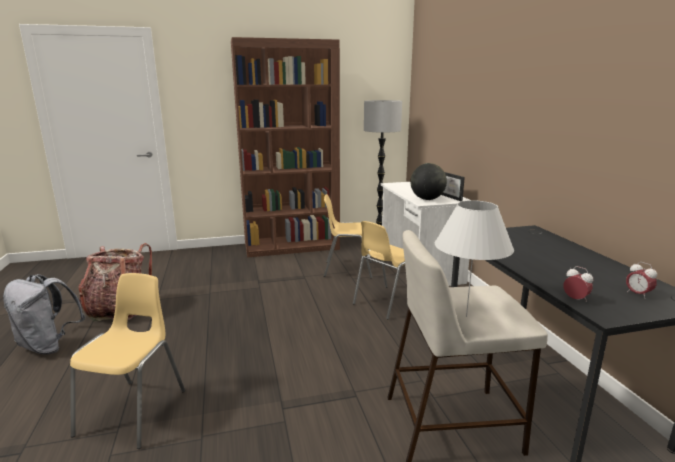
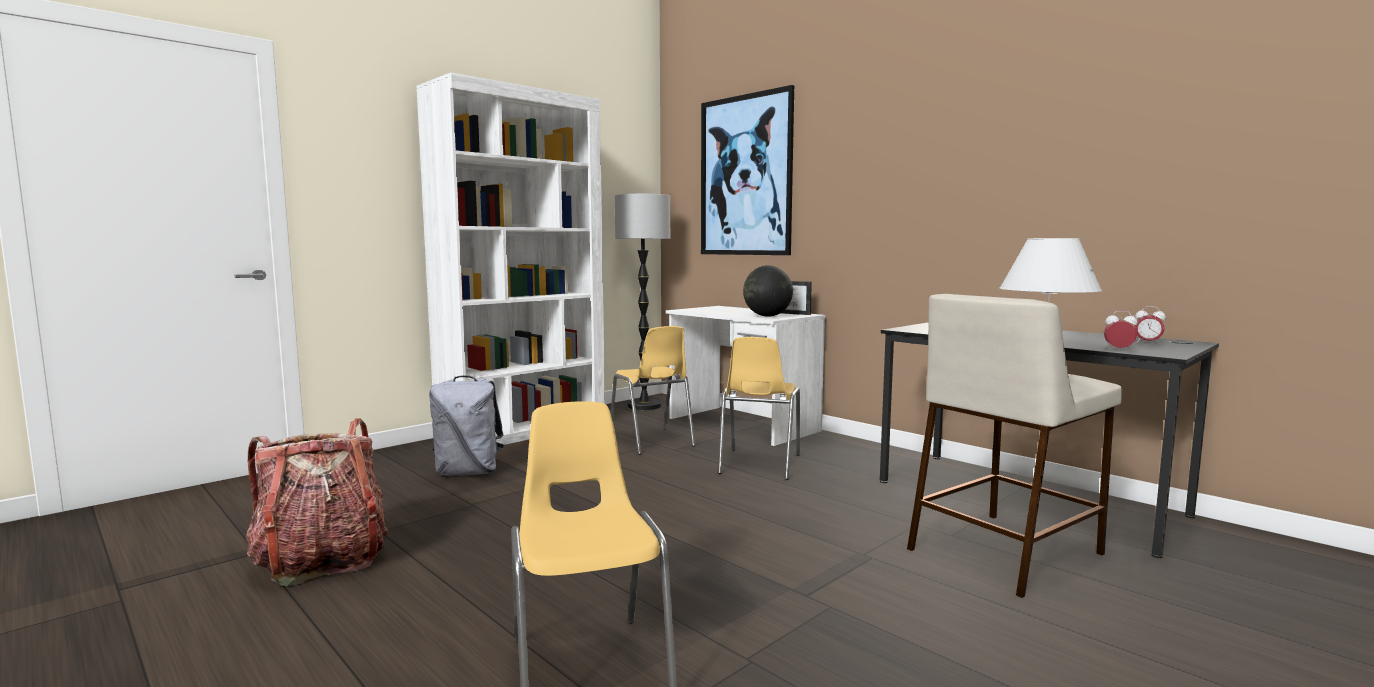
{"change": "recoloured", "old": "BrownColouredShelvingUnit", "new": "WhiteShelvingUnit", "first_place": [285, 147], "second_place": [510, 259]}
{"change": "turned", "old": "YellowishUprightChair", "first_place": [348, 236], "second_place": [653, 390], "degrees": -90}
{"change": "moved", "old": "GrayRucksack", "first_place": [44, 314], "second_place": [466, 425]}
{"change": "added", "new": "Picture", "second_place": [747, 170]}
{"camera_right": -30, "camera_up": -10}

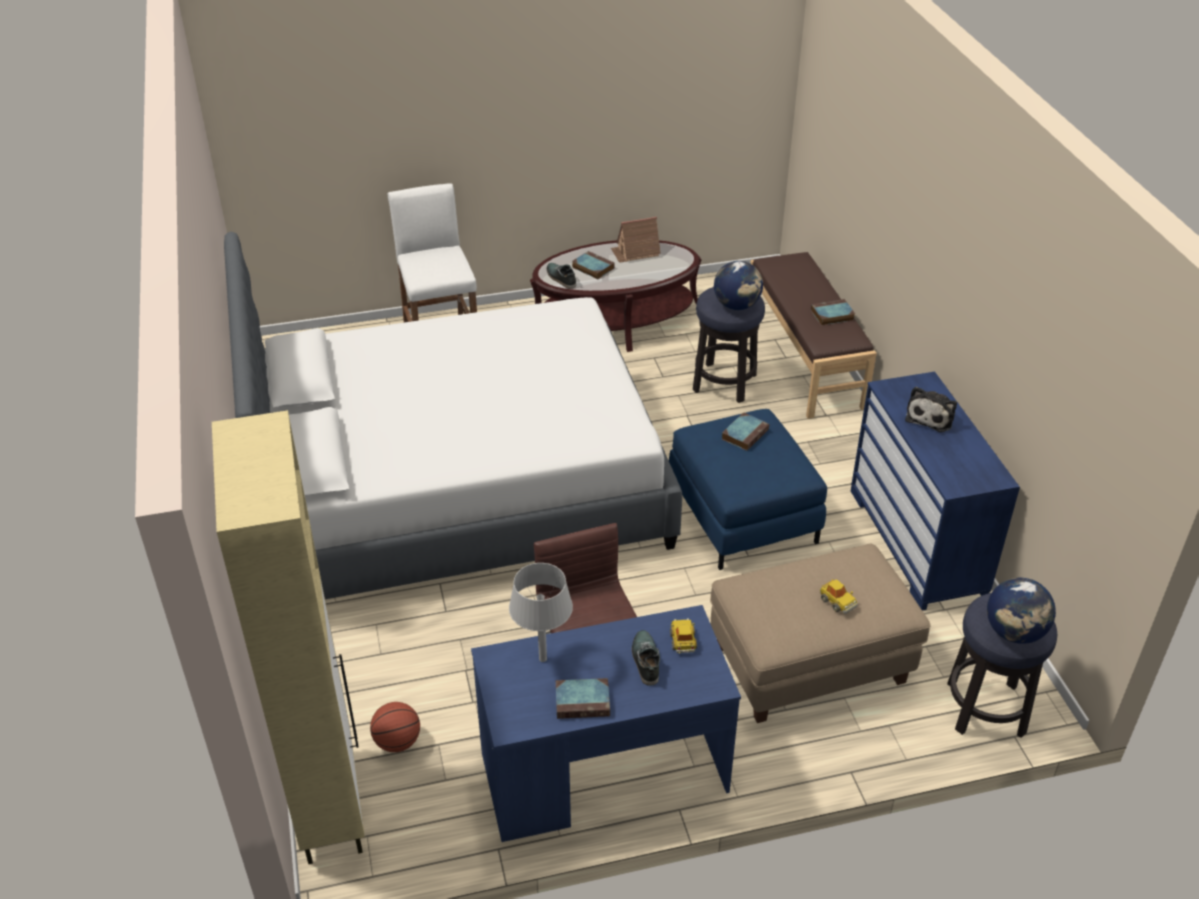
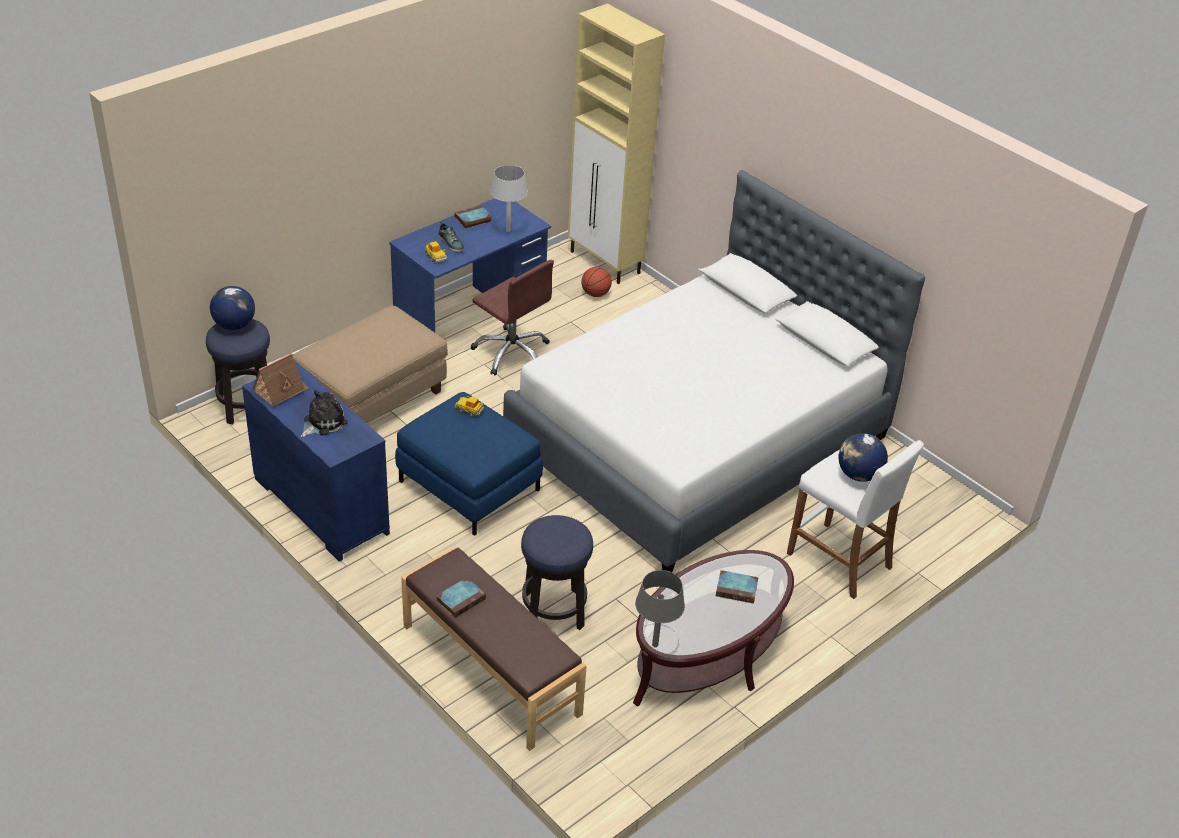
{"change": "moved", "old": "MiniatureHouse", "first_place": [636, 240], "second_place": [281, 380]}
{"change": "moved", "old": "WorldGlobe", "first_place": [738, 285], "second_place": [863, 457]}
{"change": "removed", "old": "ItemOfFootwear", "first_place": [561, 276]}
{"change": "turned", "old": "PlushToy", "first_place": [931, 409], "second_place": [324, 413], "degrees": 45}
{"change": "removed", "old": "BoundBook", "first_place": [745, 431]}
{"change": "moved", "old": "MiniatureCar", "first_place": [839, 596], "second_place": [469, 406]}
{"change": "added", "new": "GrayTableLamp", "second_place": [660, 608]}
{"camera_right": 150, "camera_up": 0}

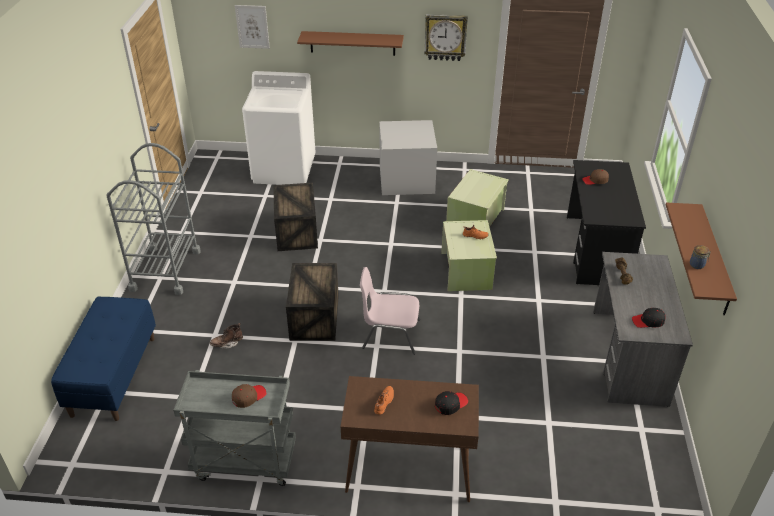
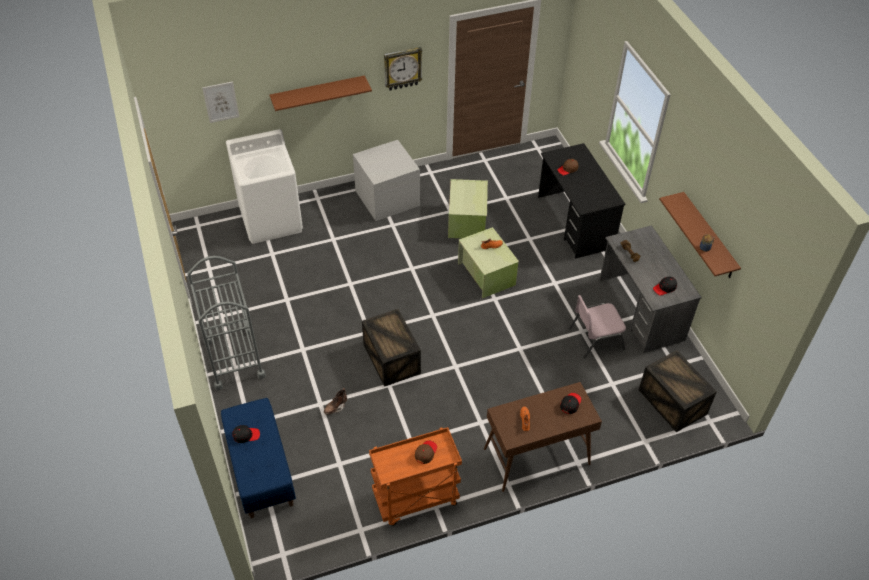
{"change": "moved", "old": "Crate", "first_place": [295, 217], "second_place": [678, 391]}
{"change": "moved", "old": "PinkUprightChair", "first_place": [390, 311], "second_place": [597, 326]}
{"change": "recoloured", "old": "GrayTrolley", "new": "OrangeTrolley", "first_place": [234, 428], "second_place": [415, 476]}
{"change": "added", "new": "BlackColouredPeakedCap", "second_place": [246, 434]}
{"camera_right": -25, "camera_up": 10}

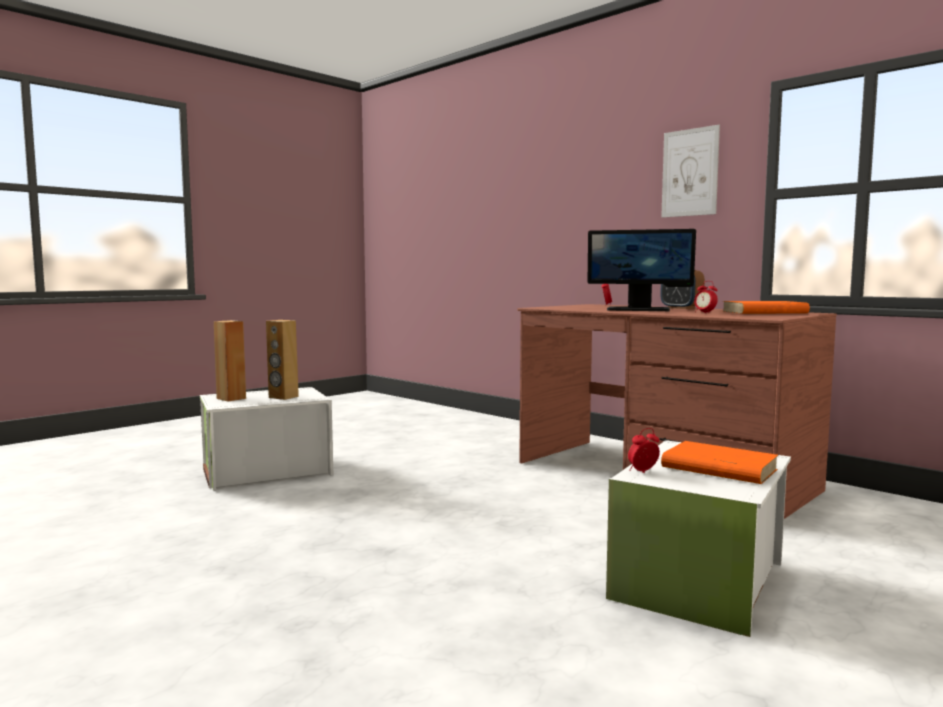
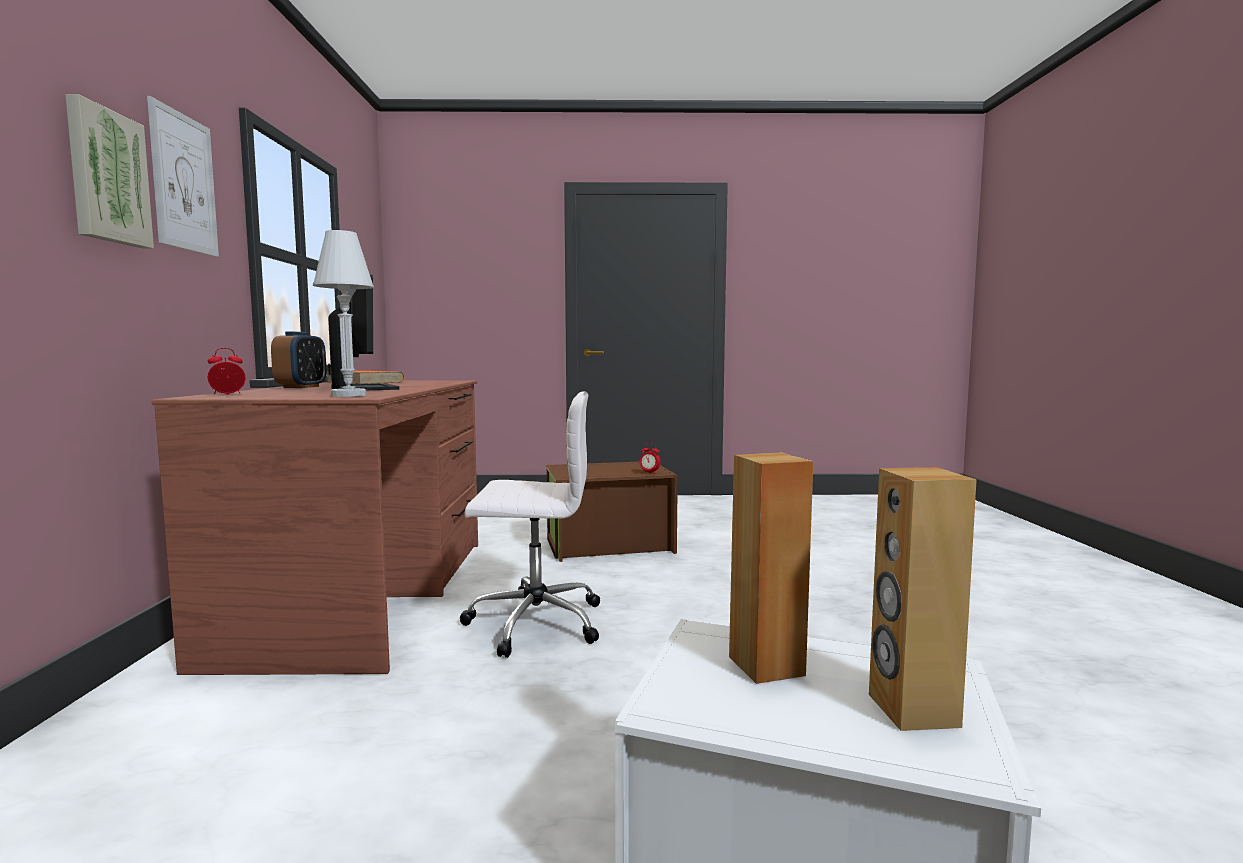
{"change": "removed", "old": "TableClock", "first_place": [706, 297]}
{"change": "recoloured", "old": "WhiteStorageContainer", "new": "BrownColouredStorageContainer", "first_place": [698, 538], "second_place": [612, 512]}
{"change": "removed", "old": "OrangeBoundBook", "first_place": [719, 462]}
{"change": "added", "new": "Picture", "second_place": [109, 171]}
{"change": "added", "new": "WhiteTableLamp", "second_place": [343, 313]}
{"change": "added", "new": "WhiteComputerChair", "second_place": [530, 524]}
{"camera_right": -135, "camera_up": 0}

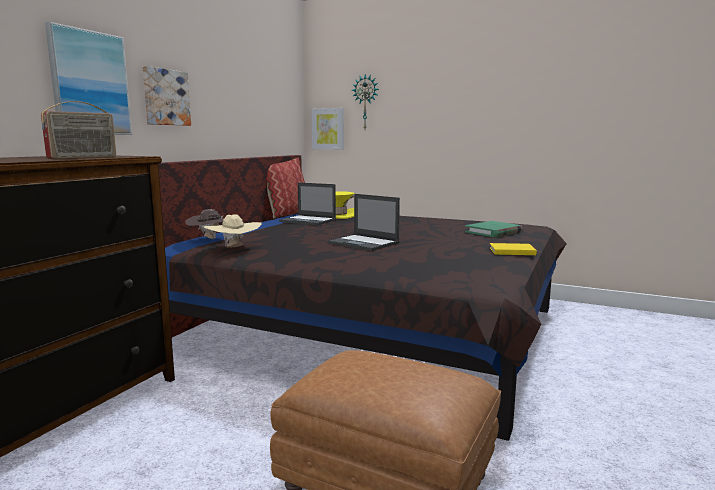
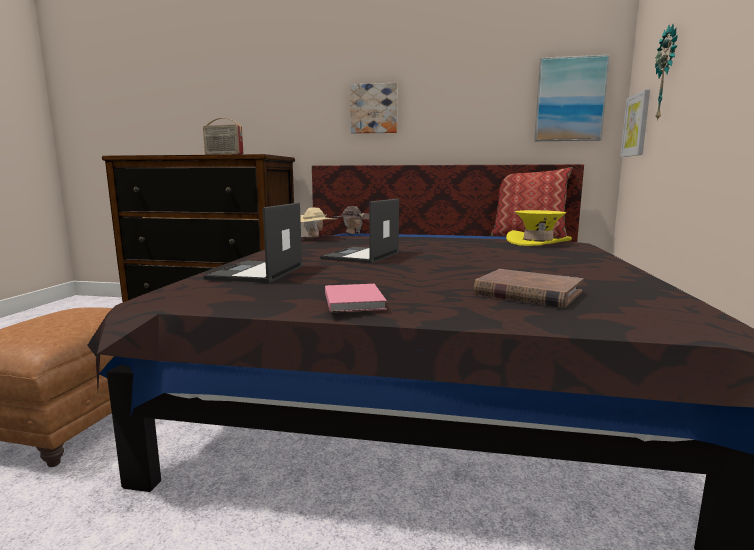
{"change": "moved", "old": "Picture", "first_place": [88, 78], "second_place": [572, 98]}
{"change": "moved", "old": "PortableComputer", "first_place": [307, 204], "second_place": [253, 242]}
{"change": "recoloured", "old": "GreenColouredBoundBook", "new": "BrownColouredBoundBook", "first_place": [493, 229], "second_place": [528, 288]}
{"change": "recoloured", "old": "YellowishBoundBook", "new": "PinkBoundBook", "first_place": [513, 249], "second_place": [356, 298]}
{"camera_right": 75, "camera_up": 0}

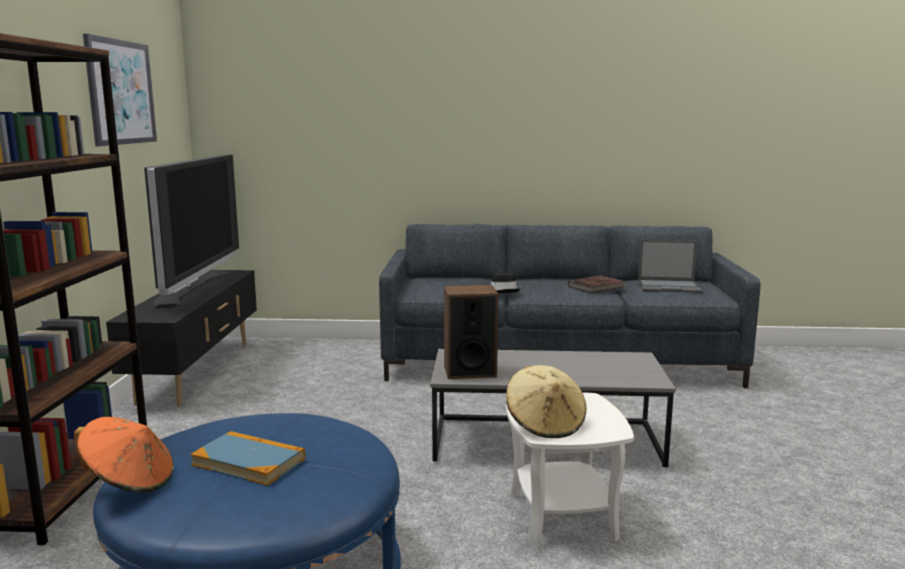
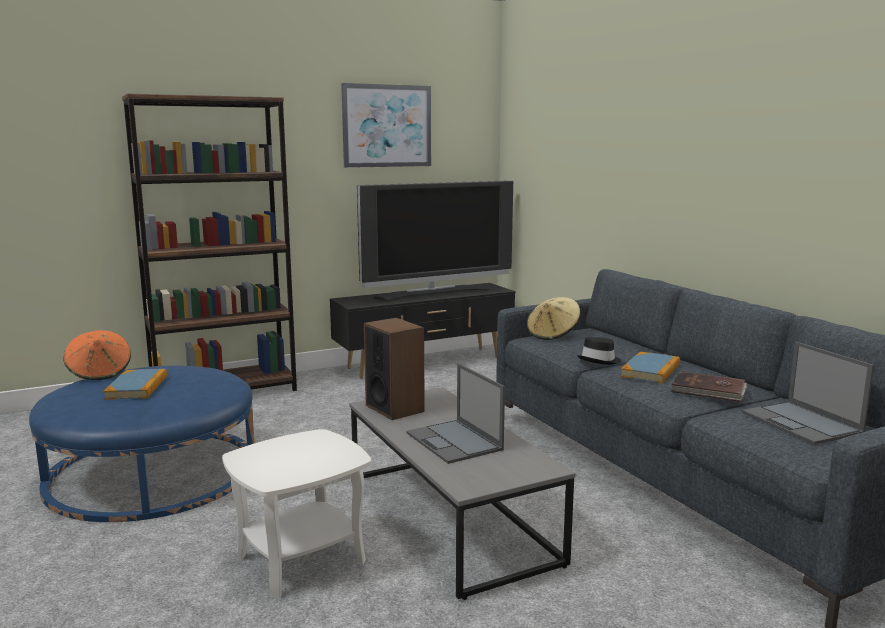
{"change": "moved", "old": "BeigeColouredWearableHat", "first_place": [546, 401], "second_place": [554, 318]}
{"change": "added", "new": "BoundBook", "second_place": [650, 368]}
{"change": "added", "new": "PortableComputer", "second_place": [455, 413]}
{"camera_right": 60, "camera_up": 0}

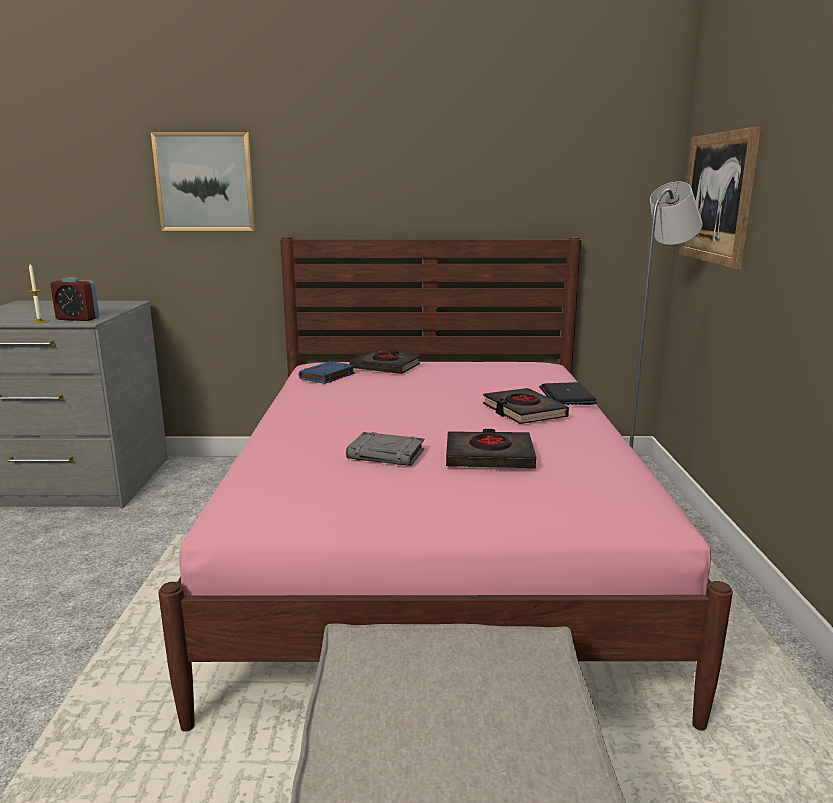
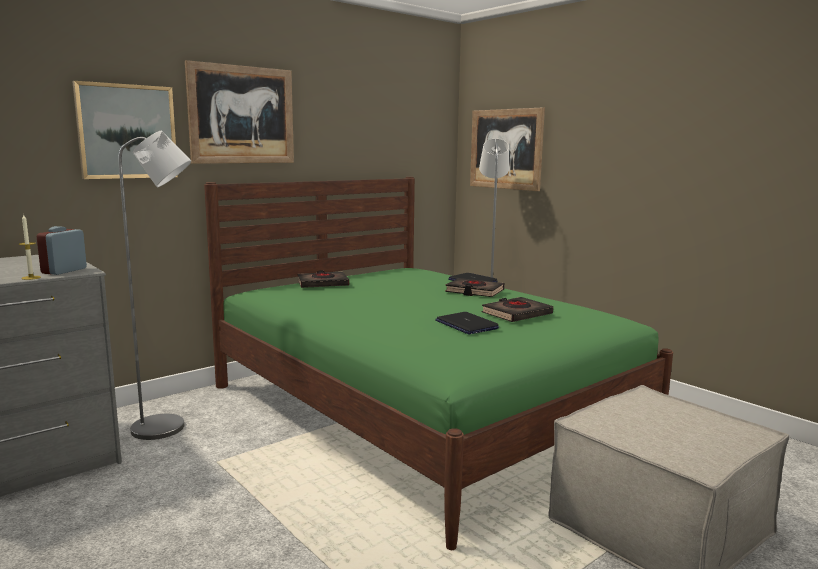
{"change": "recoloured", "old": "PinkSleepingBed", "new": "GreenColouredSleepingBed", "first_place": [445, 484], "second_place": [438, 363]}
{"change": "turned", "old": "TableClock", "first_place": [75, 299], "second_place": [62, 250], "degrees": 135}
{"change": "removed", "old": "BlueColouredBoundBook", "first_place": [327, 372]}
{"change": "replaced", "old": "GrayBoundBook", "new": "PortableComputer", "first_place": [385, 449], "second_place": [467, 323]}
{"change": "added", "new": "Picture", "second_place": [239, 112]}
{"change": "added", "new": "GrayStandardLamp", "second_place": [155, 285]}
{"camera_right": -40, "camera_up": -5}

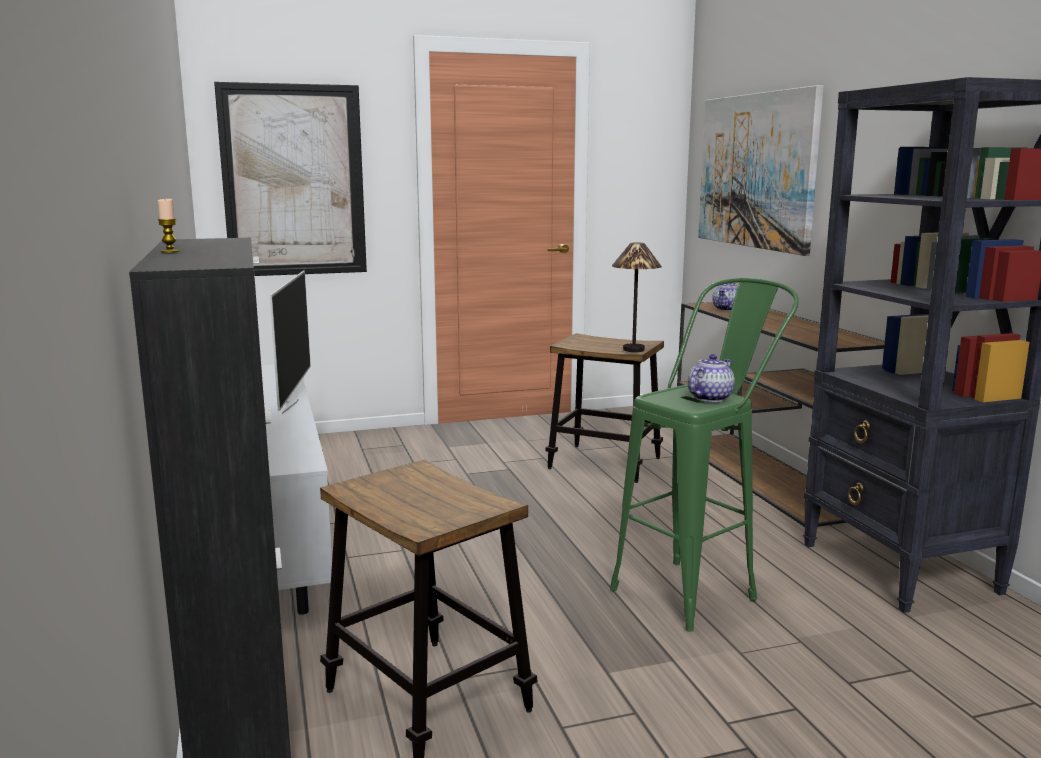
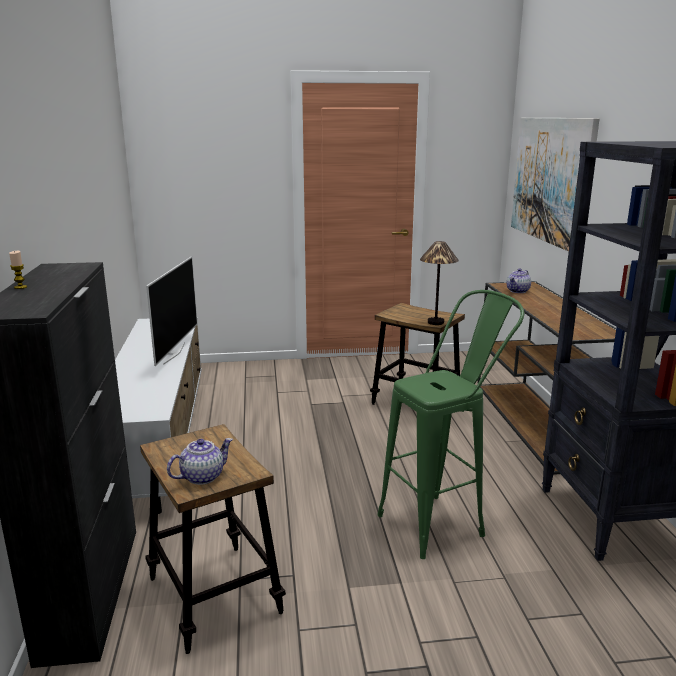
{"change": "removed", "old": "Picture", "first_place": [290, 179]}
{"change": "moved", "old": "PotForTea", "first_place": [711, 378], "second_place": [200, 461]}
{"camera_right": 10, "camera_up": 5}

